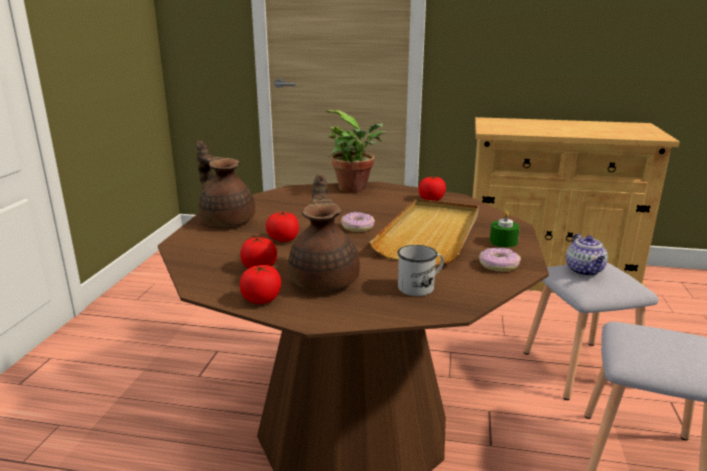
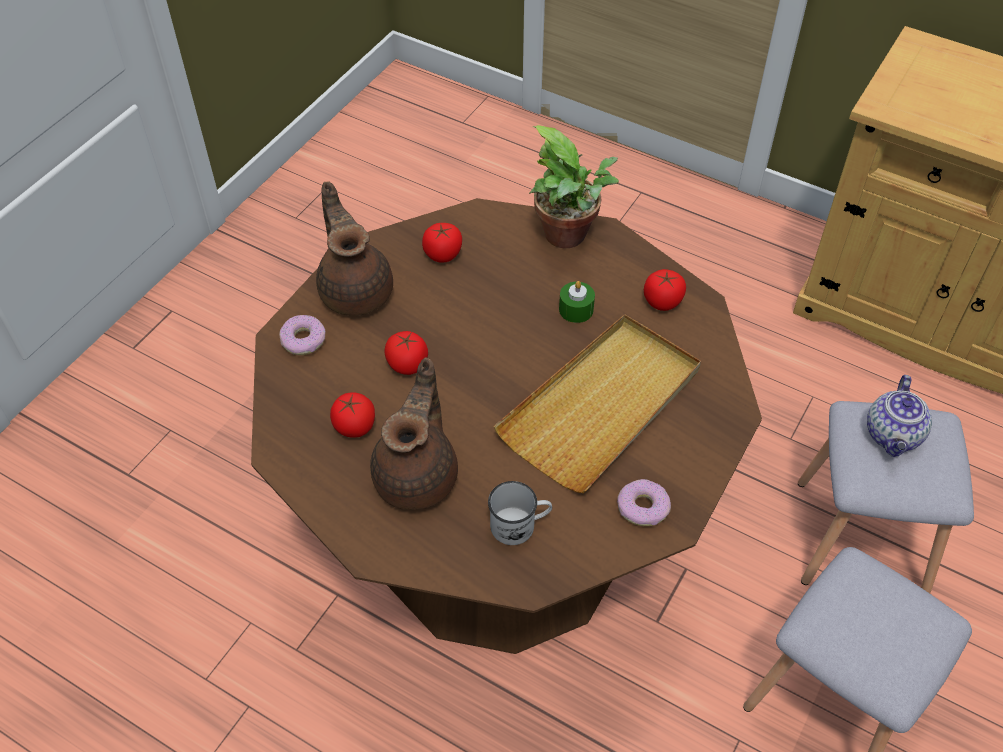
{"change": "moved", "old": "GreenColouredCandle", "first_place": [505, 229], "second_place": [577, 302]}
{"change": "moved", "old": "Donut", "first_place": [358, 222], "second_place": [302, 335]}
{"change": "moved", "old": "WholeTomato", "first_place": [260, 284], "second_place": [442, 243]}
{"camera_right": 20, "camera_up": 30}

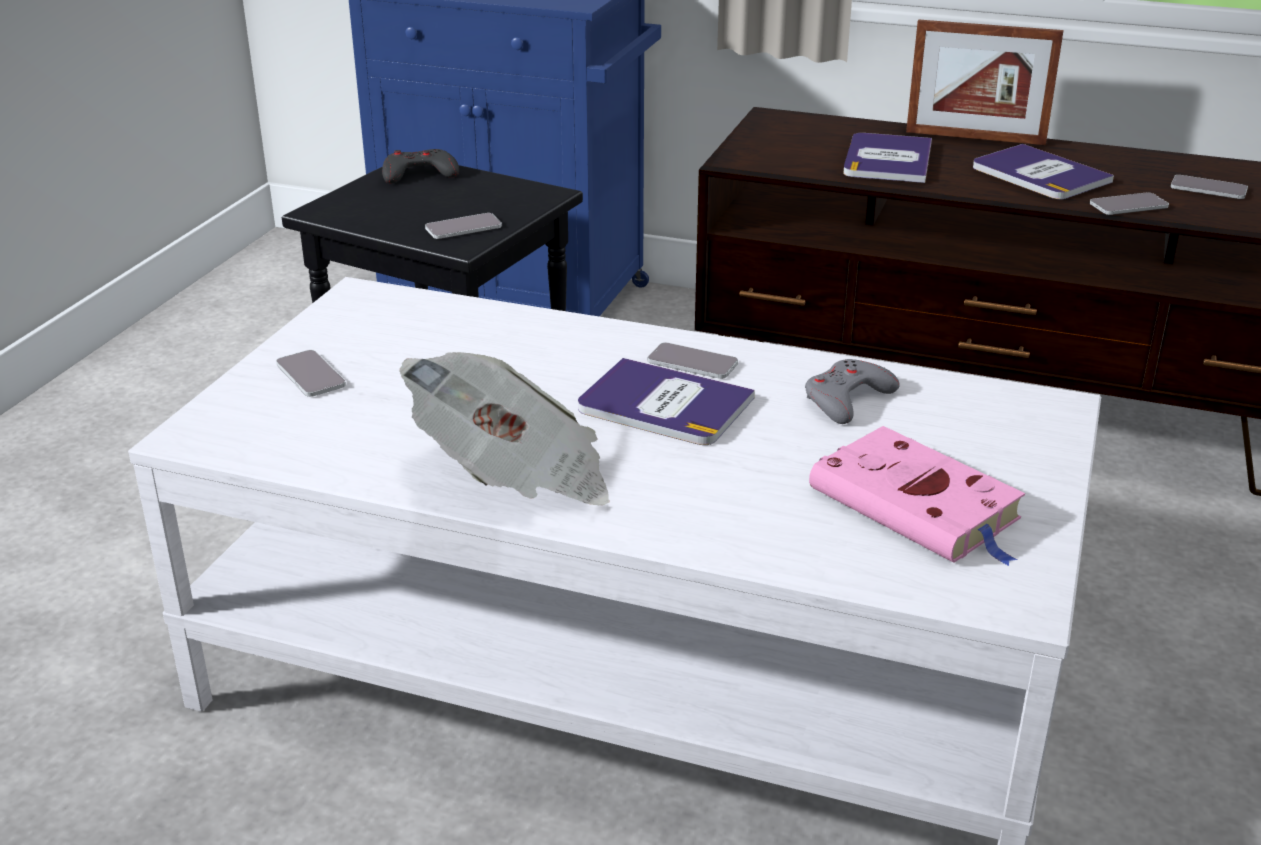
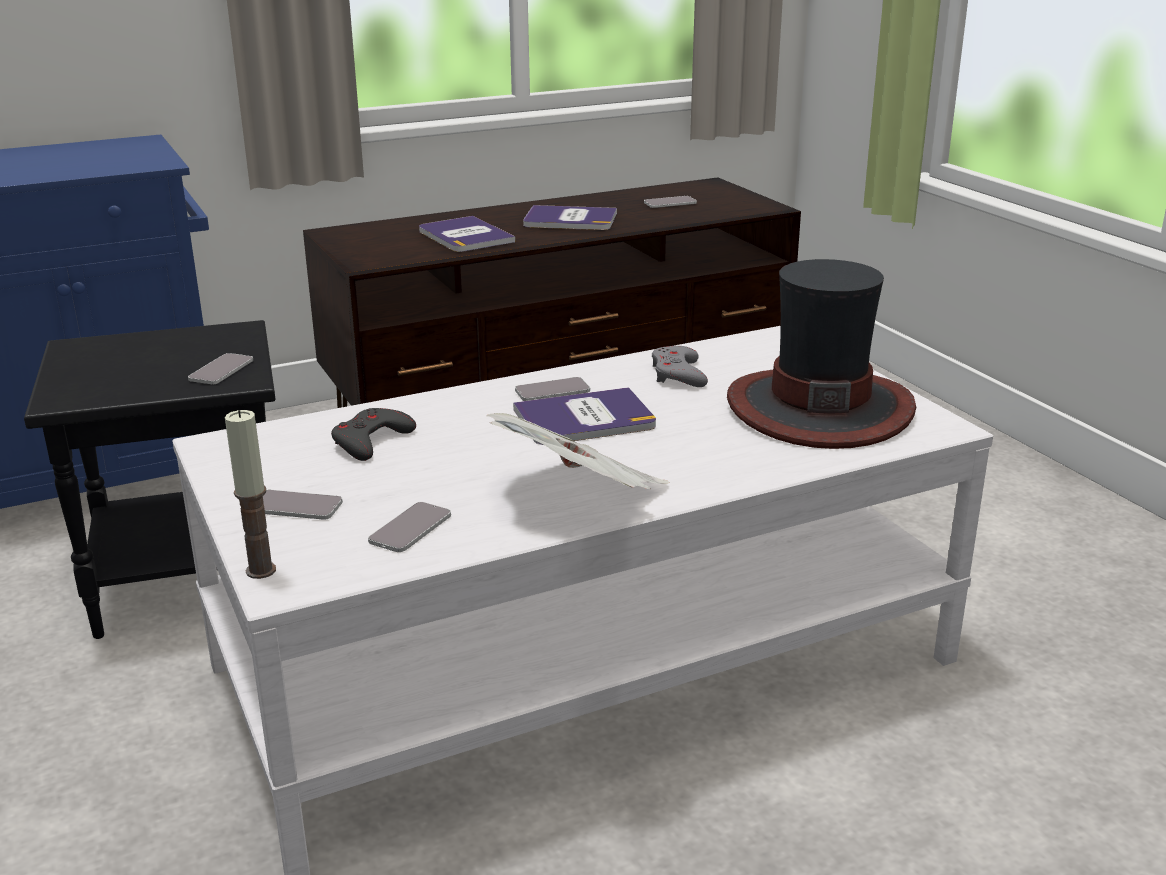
{"change": "removed", "old": "PhotoFrame", "first_place": [985, 82]}
{"change": "moved", "old": "GrayJoypad", "first_place": [420, 166], "second_place": [373, 434]}
{"change": "moved", "old": "Telephone", "first_place": [1129, 204], "second_place": [409, 527]}
{"change": "replaced", "old": "PinkBoundBook", "new": "WearableHat", "first_place": [917, 496], "second_place": [821, 354]}
{"change": "added", "new": "Candle", "second_place": [250, 494]}
{"camera_right": -45, "camera_up": -5}

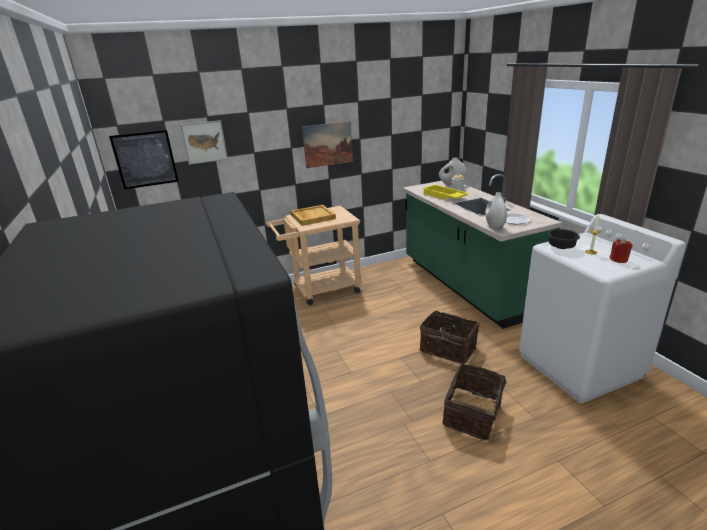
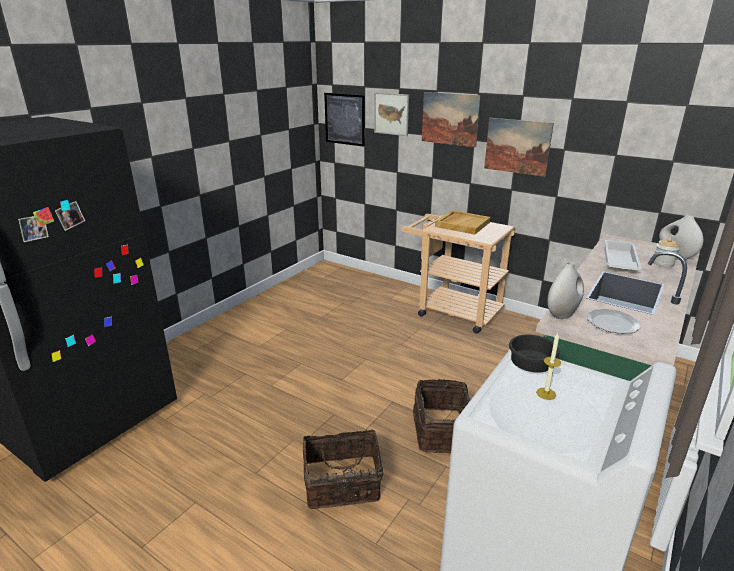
{"change": "recoloured", "old": "YellowishCarryingTray", "new": "WhiteCarryingTray", "first_place": [445, 192], "second_place": [623, 255]}
{"change": "removed", "old": "RedCandle", "first_place": [621, 251]}
{"change": "added", "new": "Picture", "second_place": [451, 119]}
{"camera_right": 55, "camera_up": 0}

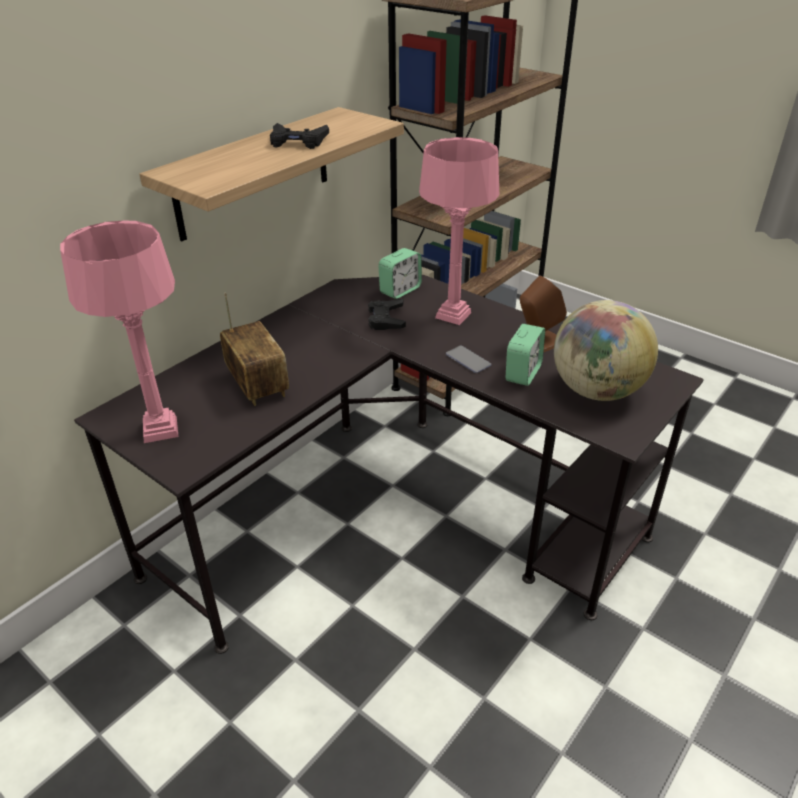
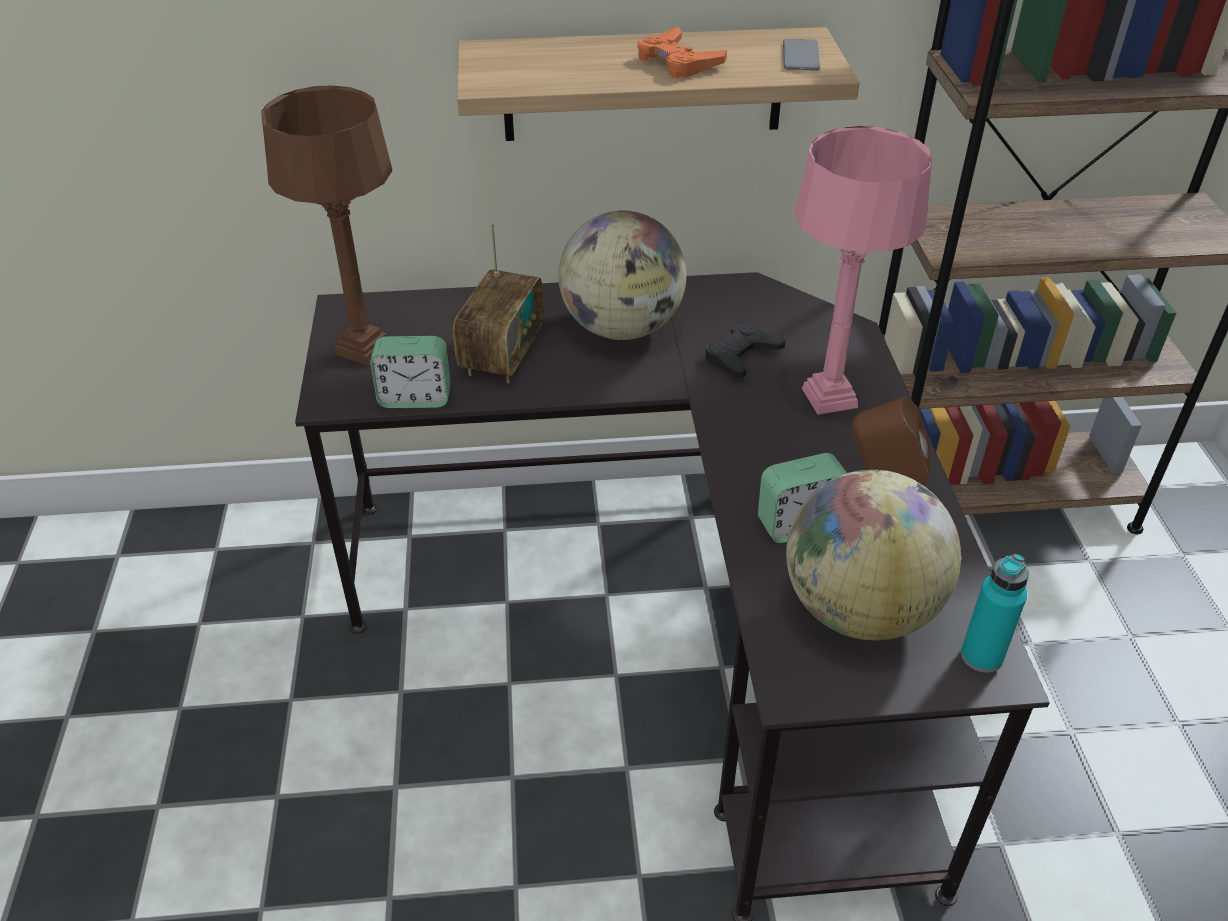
{"change": "recoloured", "old": "BlackColouredJoypad", "new": "OrangeJoypad", "first_place": [299, 136], "second_place": [682, 52]}
{"change": "recoloured", "old": "PinkTableLamp", "new": "BrownColouredTableLamp", "first_place": [119, 332], "second_place": [327, 225]}
{"change": "moved", "old": "TableClock", "first_place": [400, 273], "second_place": [410, 372]}
{"change": "moved", "old": "Telephone", "first_place": [468, 359], "second_place": [801, 55]}
{"change": "added", "new": "WorldGlobe", "second_place": [622, 275]}
{"change": "added", "new": "BlueGreenBeverageBottle", "second_place": [995, 613]}
{"camera_right": 45, "camera_up": 5}

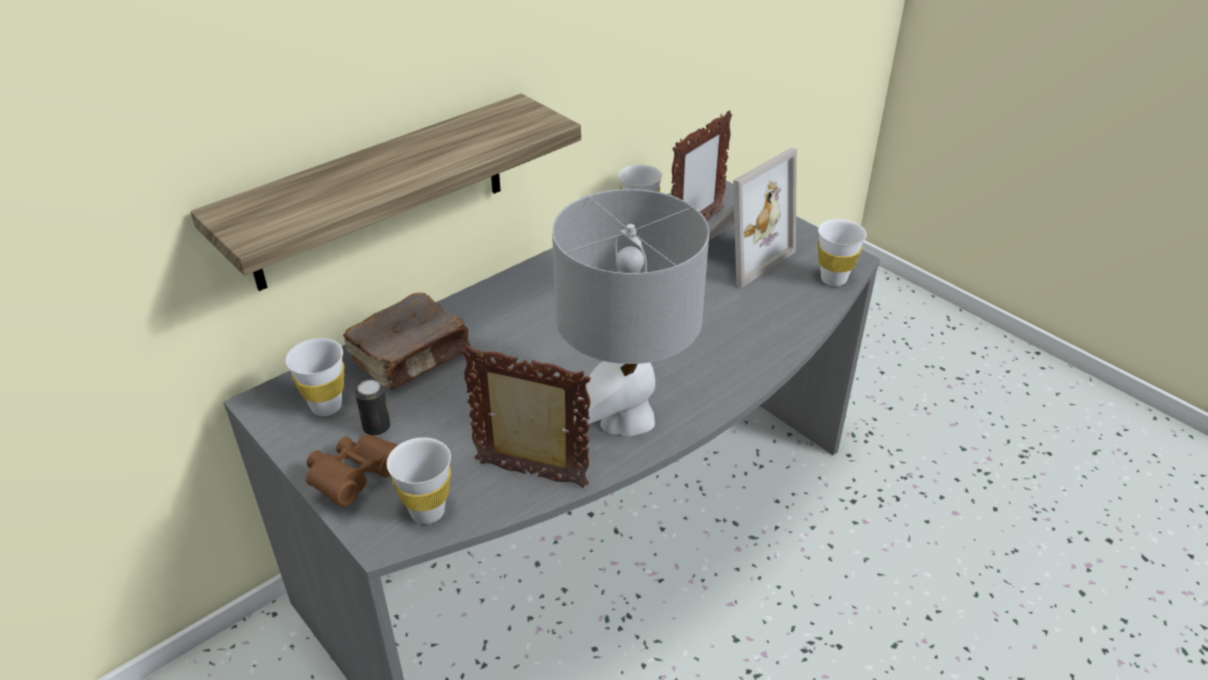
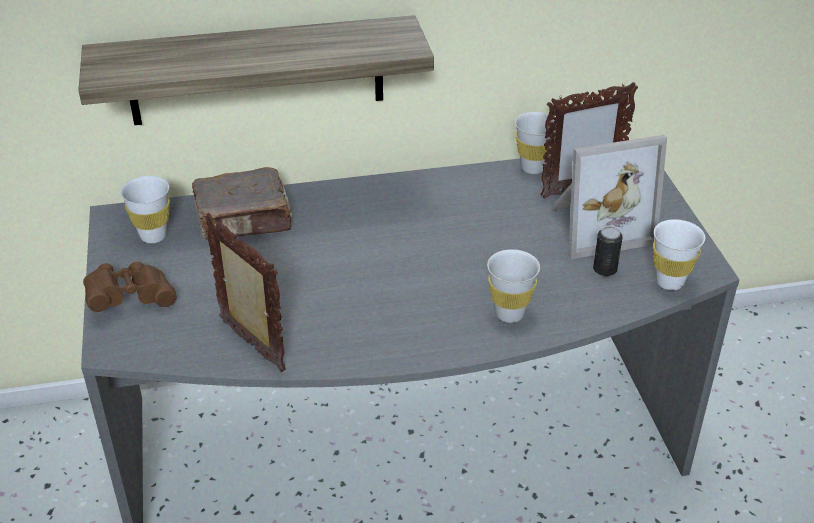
{"change": "removed", "old": "GrayTableLamp", "first_place": [630, 312]}
{"change": "moved", "old": "MetalCan", "first_place": [372, 408], "second_place": [608, 251]}
{"change": "moved", "old": "WhiteCup", "first_place": [419, 480], "second_place": [513, 286]}
{"camera_right": 30, "camera_up": 0}

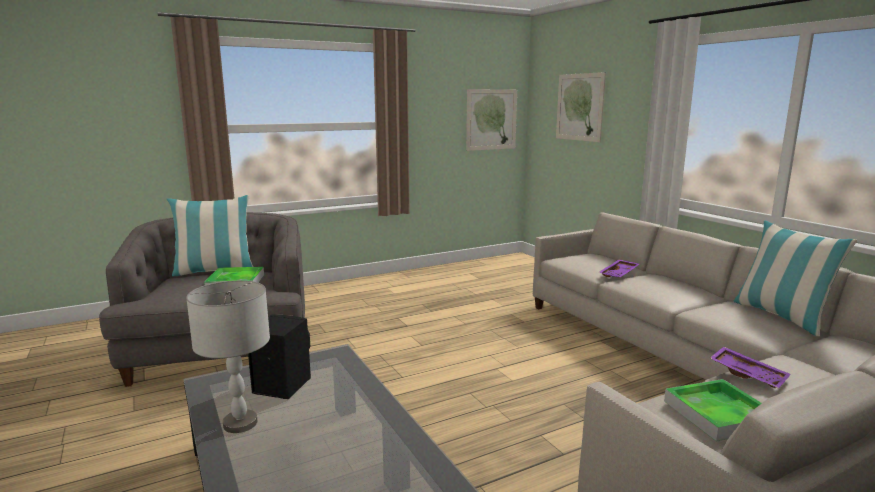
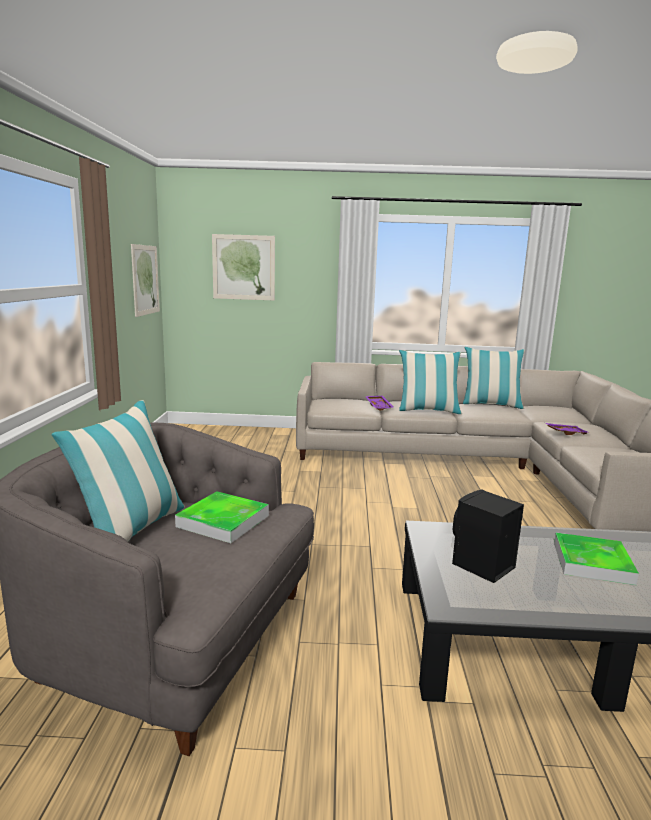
{"change": "removed", "old": "GrayTableLamp", "first_place": [228, 356]}
{"change": "moved", "old": "CarryingTray", "first_place": [713, 410], "second_place": [596, 559]}
{"change": "added", "new": "Cushion", "second_place": [430, 382]}
{"camera_right": -60, "camera_up": 0}

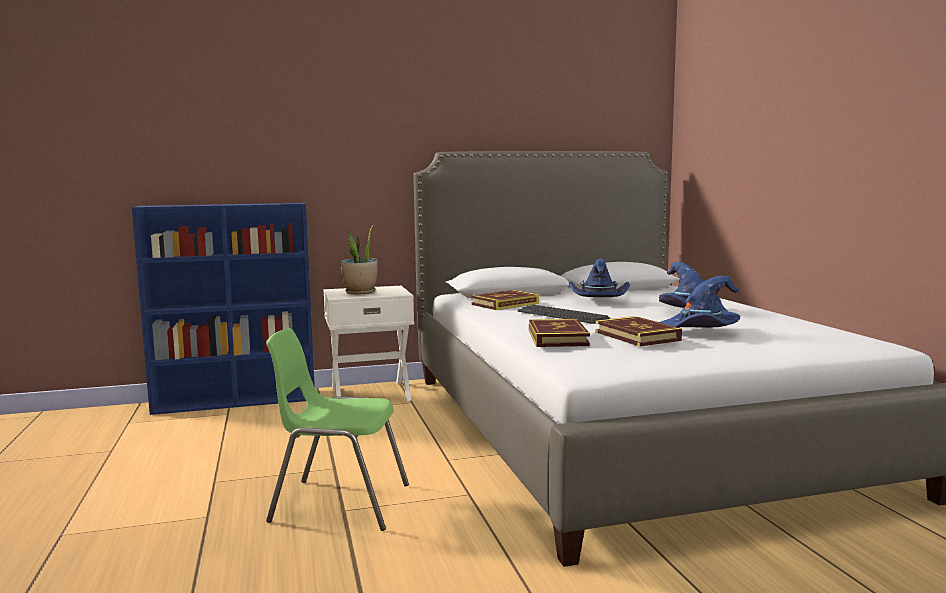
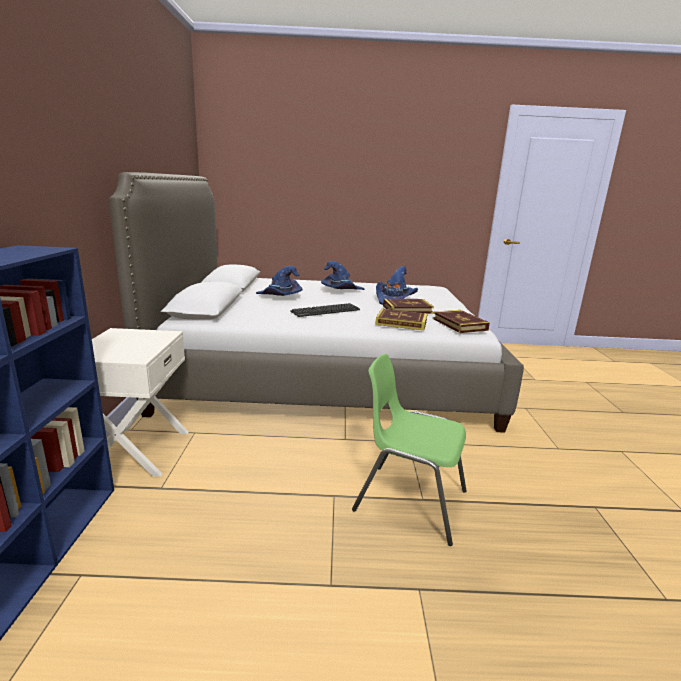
{"change": "removed", "old": "PottedPlant", "first_place": [358, 260]}
{"change": "moved", "old": "BoundBook", "first_place": [505, 300], "second_place": [461, 321]}
{"change": "turned", "old": "GreenColouredUprightChair", "first_place": [337, 430], "second_place": [409, 450], "degrees": 90}
{"camera_right": -75, "camera_up": 10}

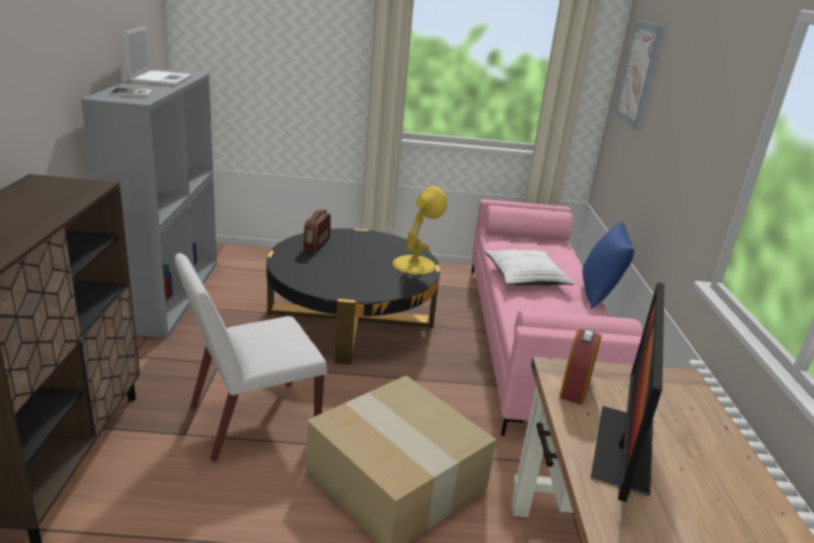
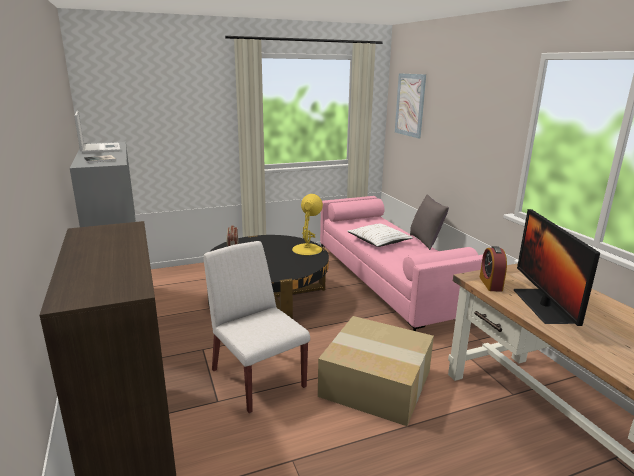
{"change": "recoloured", "old": "BlueColouredCushion", "new": "GrayCushion", "first_place": [608, 265], "second_place": [429, 222]}
{"change": "turned", "old": "WhiteUprightChair", "first_place": [251, 357], "second_place": [256, 327], "degrees": 105}
{"camera_right": -20, "camera_up": -5}

